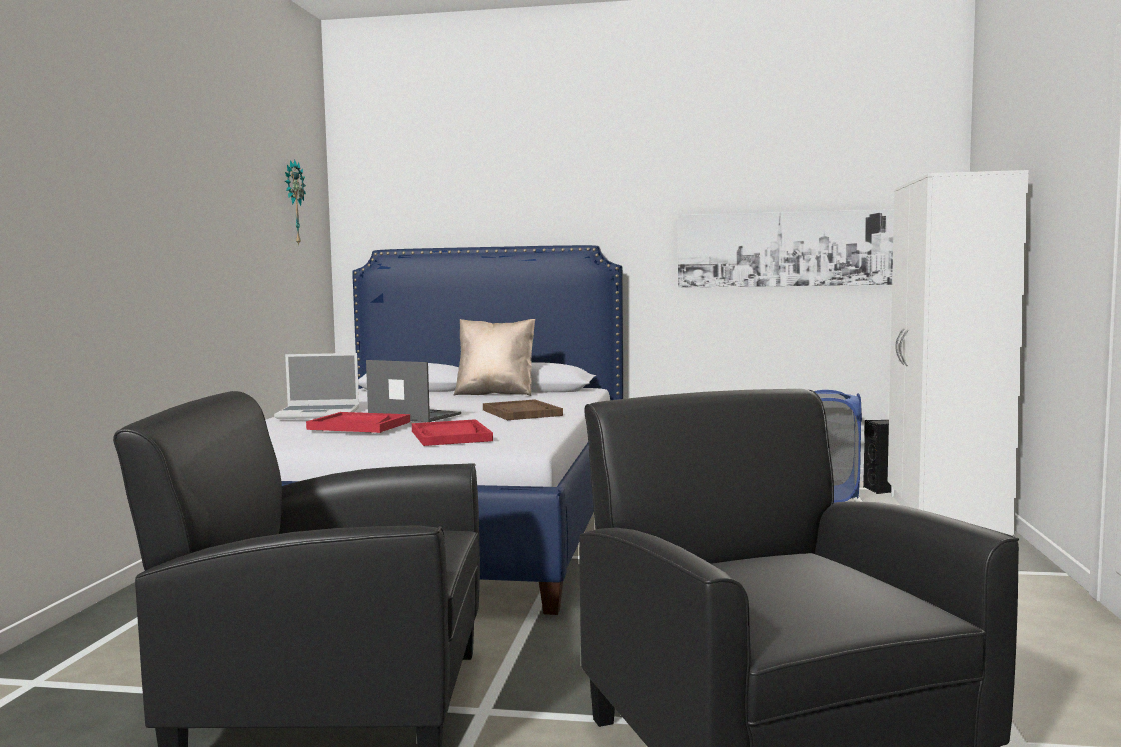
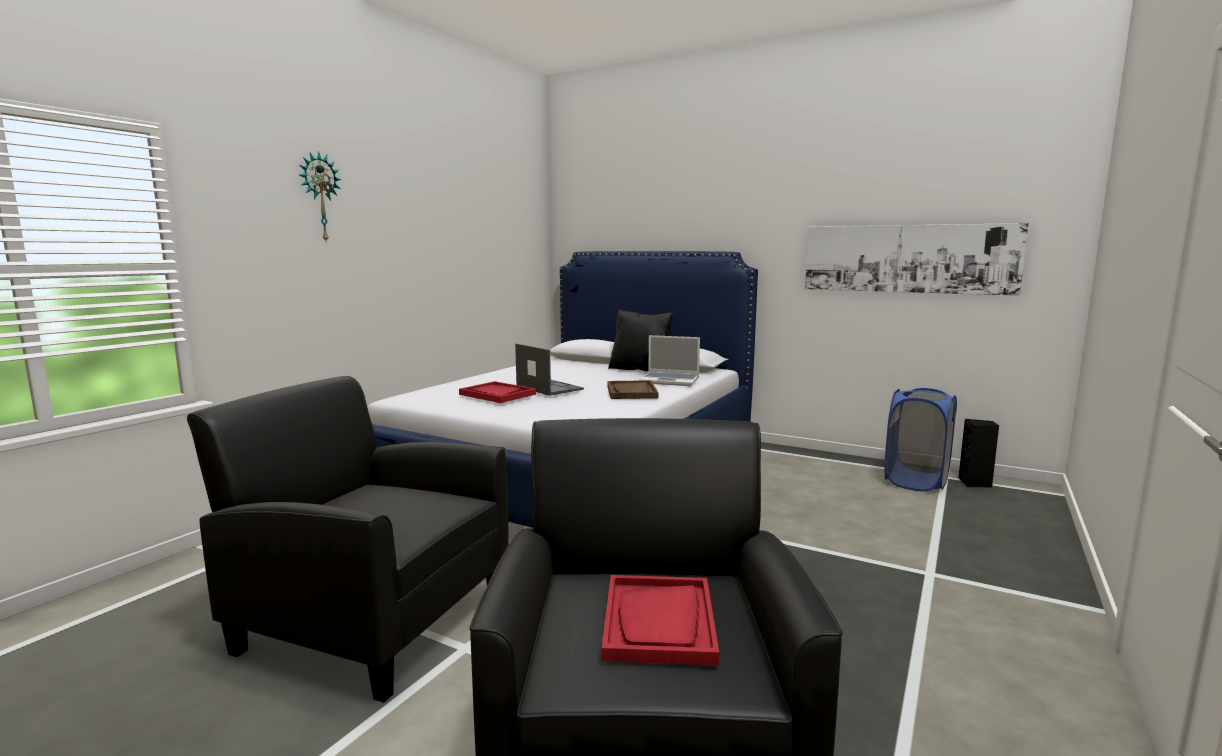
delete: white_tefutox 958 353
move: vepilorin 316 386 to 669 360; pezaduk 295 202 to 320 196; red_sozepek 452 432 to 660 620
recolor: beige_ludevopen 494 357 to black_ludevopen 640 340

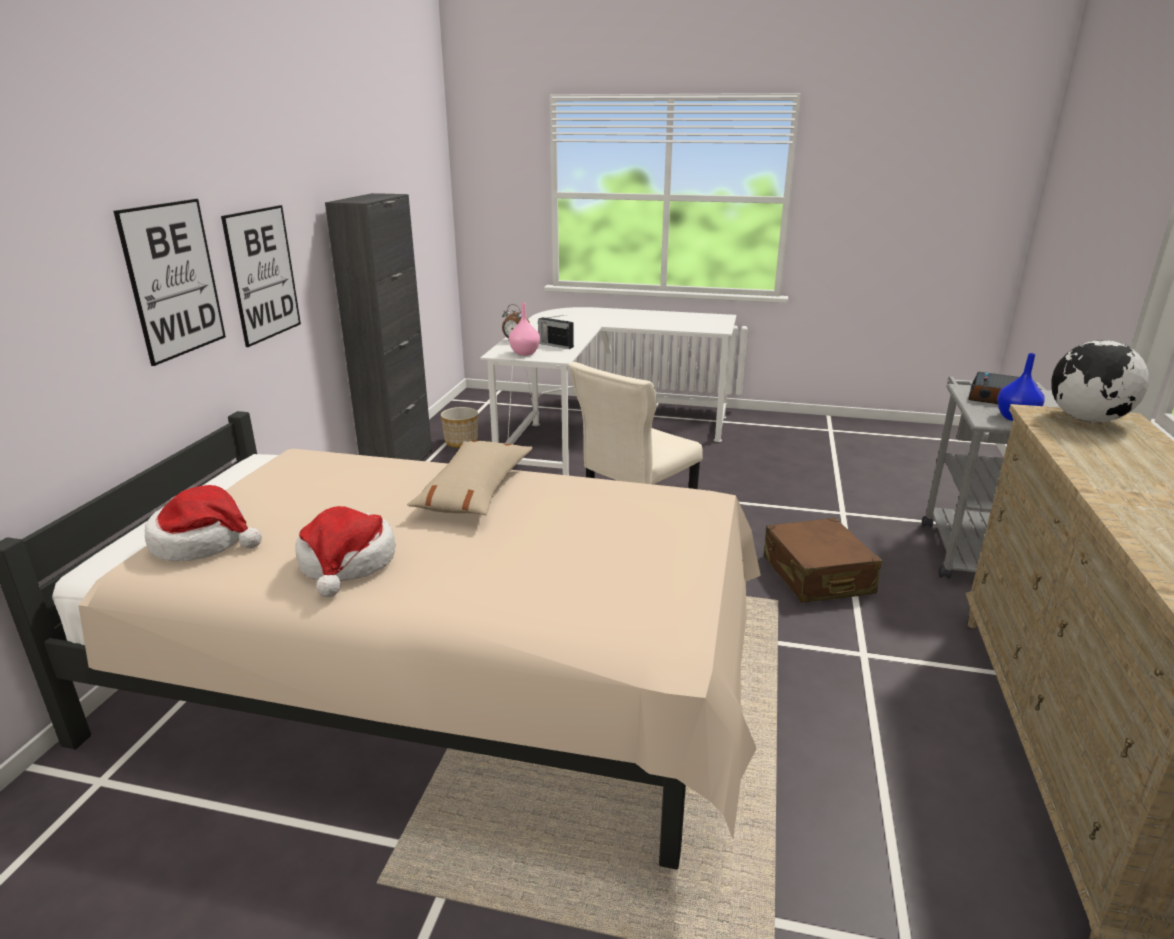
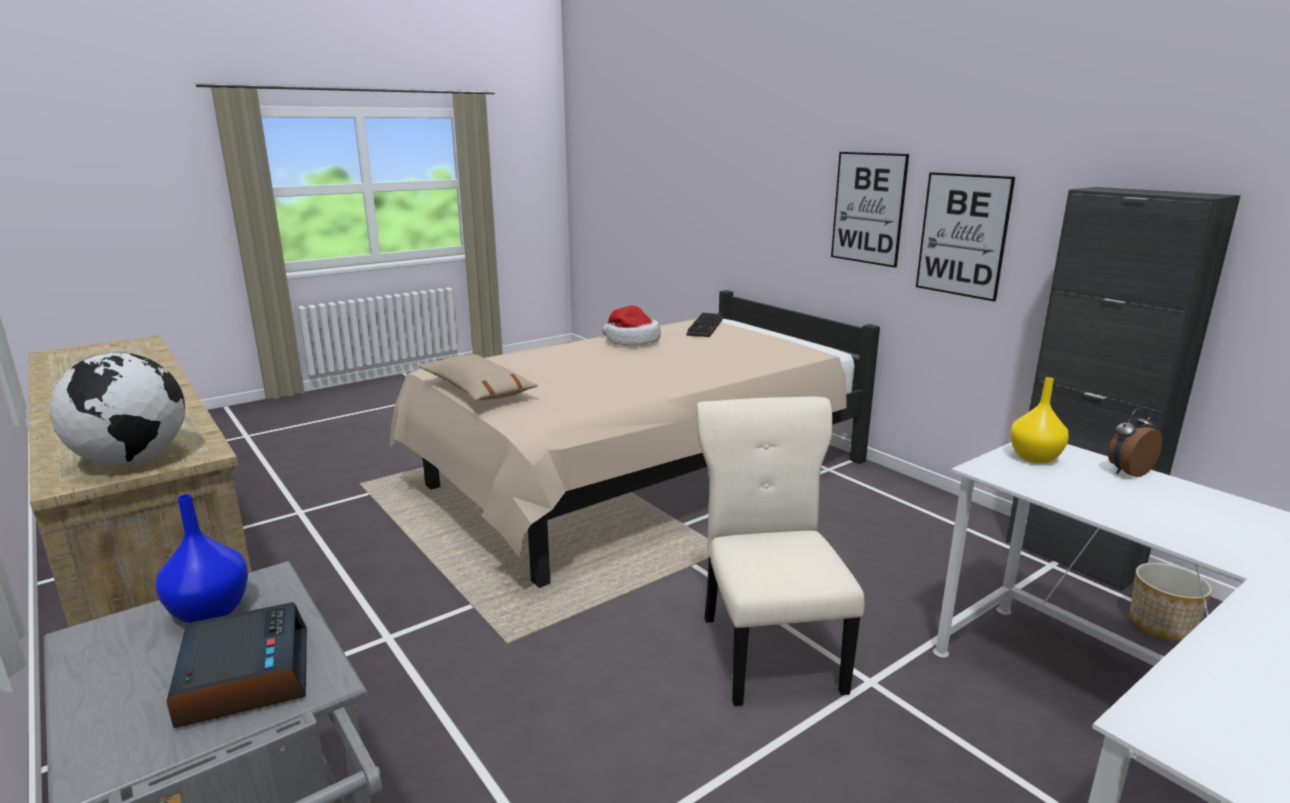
delete: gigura 556 332; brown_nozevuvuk 823 560
move: beige_ludevopen 470 478 to 478 377
replace: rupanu 203 523 to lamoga 704 324
recolor: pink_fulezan 524 329 to yellow_fulezan 1039 420

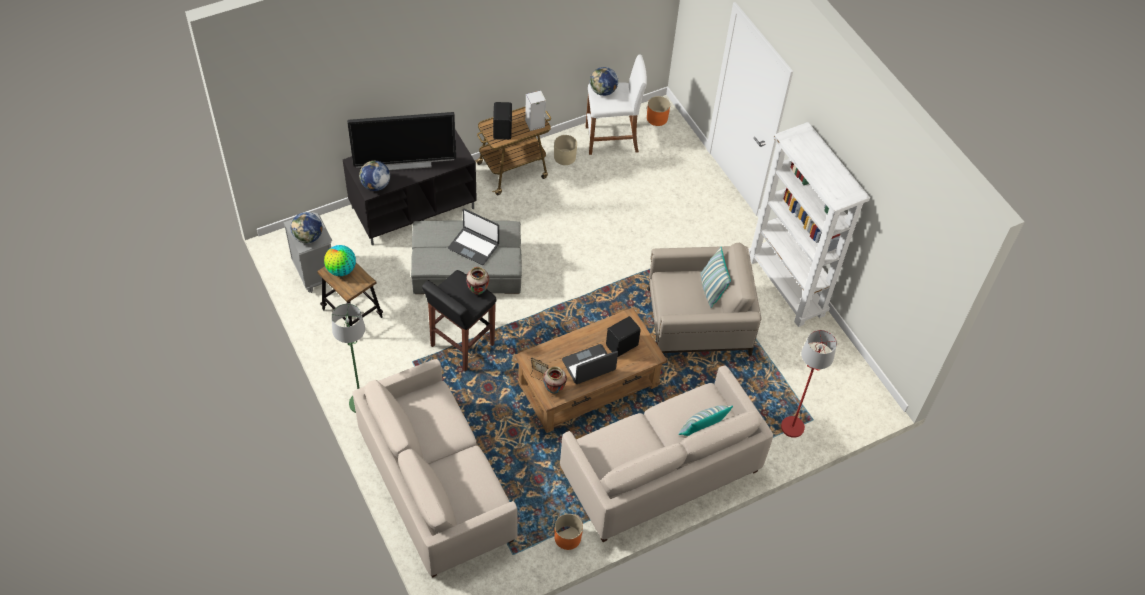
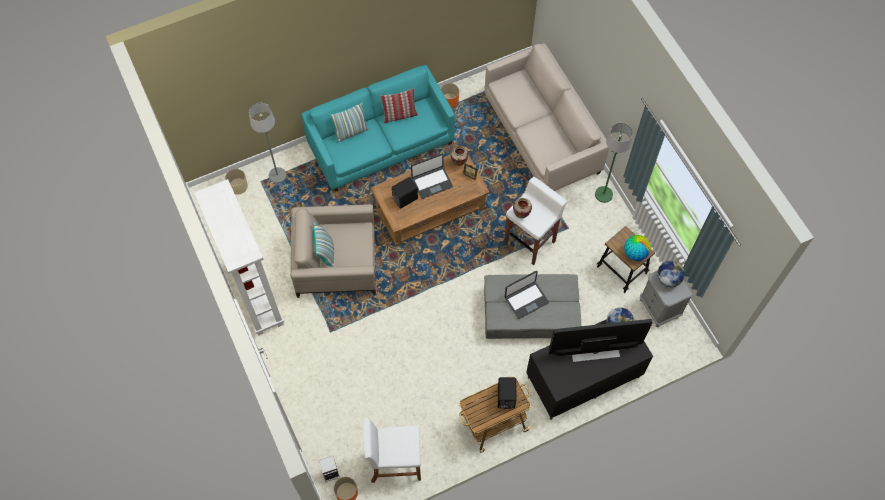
delete: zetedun 604 81
insert: ludevopen 399 105
move: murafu 535 110 to 329 469; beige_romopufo 565 150 to 236 182
recolor: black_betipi 459 320 to white_betipi 536 221; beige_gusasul 666 454 to turquoise_gusasul 378 128; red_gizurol 809 384 to grey_gizurol 267 143
rotate: vepilorin 473 237 = 527 295 120 degrees clockwise

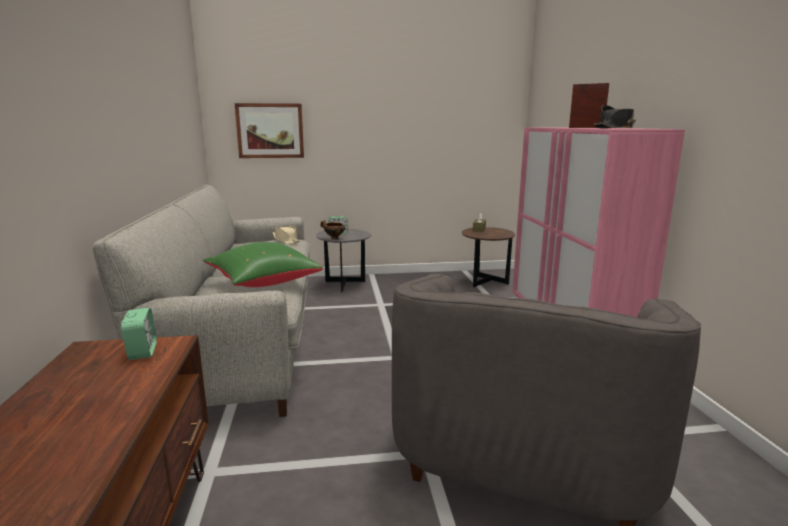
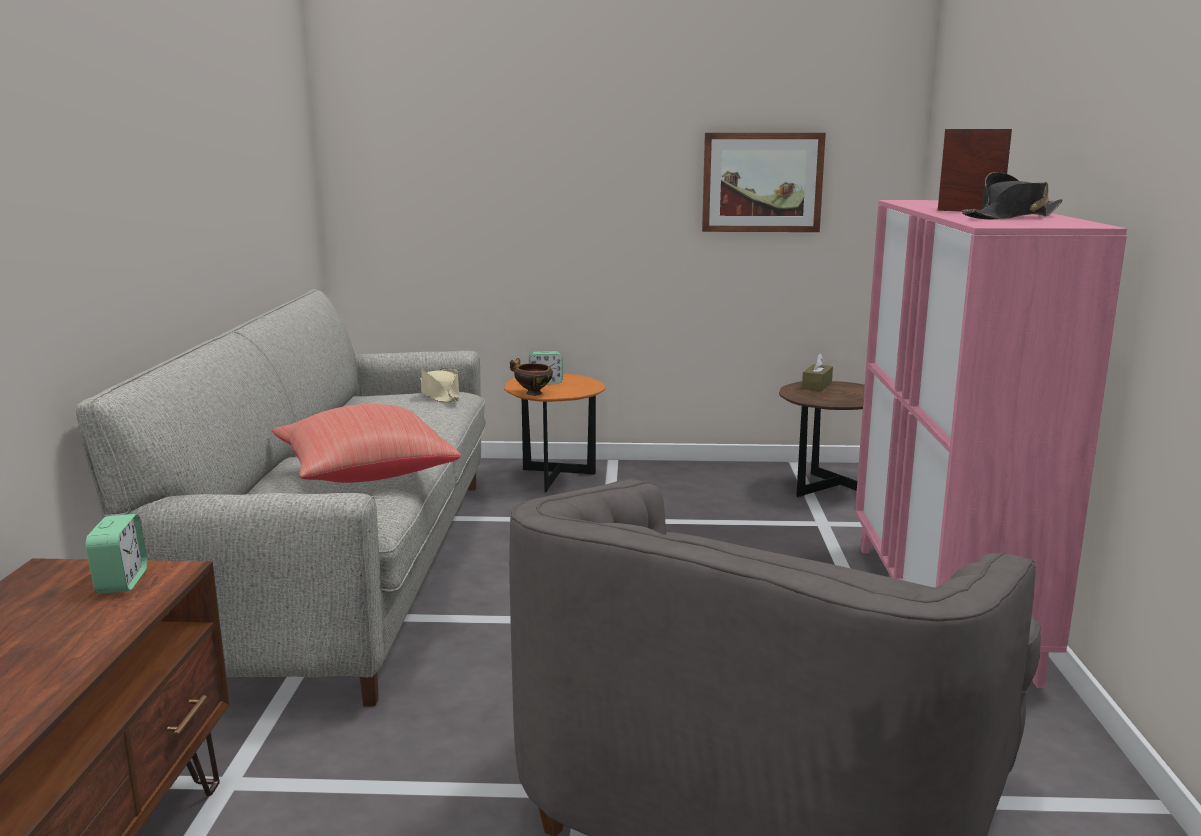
move: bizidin 269 130 to 764 182
recolor: green_ludevopen 263 264 to red_ludevopen 366 443; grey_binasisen 343 260 to orange_binasisen 554 433

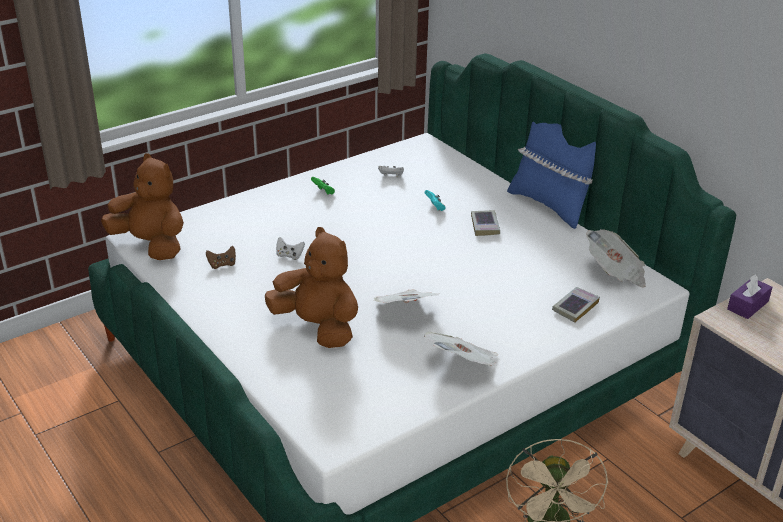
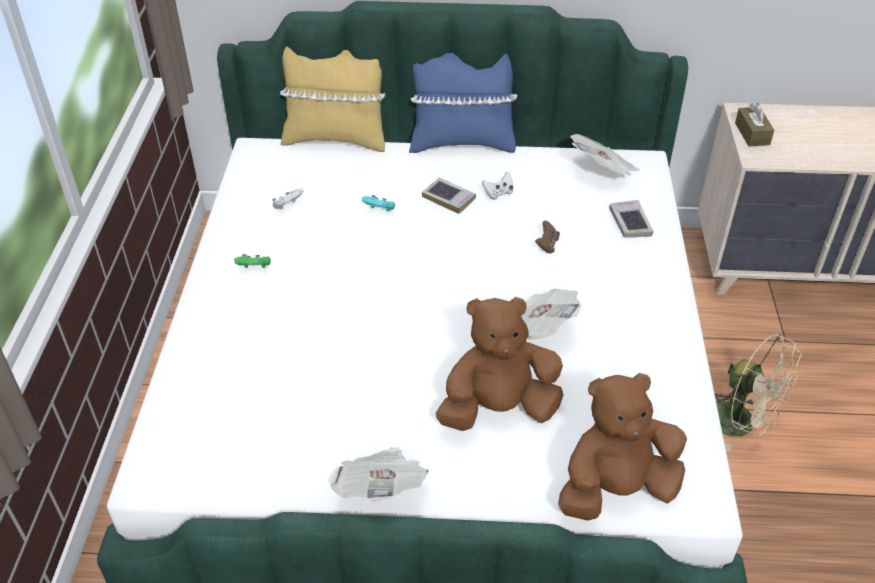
insert: yellow_ludevopen 333 99
move: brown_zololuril 142 206 to 622 447; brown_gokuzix 221 257 to 547 236; white_gokuzix 290 248 to 497 185; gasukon 461 349 to 380 474
recolor: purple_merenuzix 750 296 to brown_merenuzix 754 124

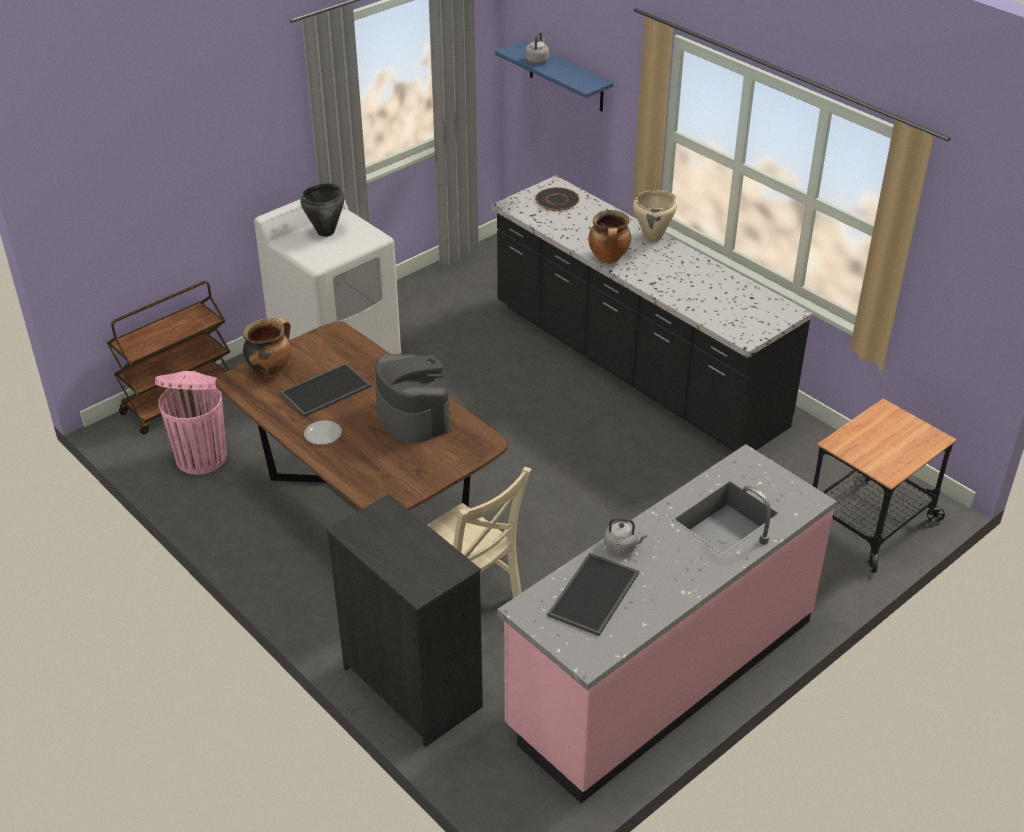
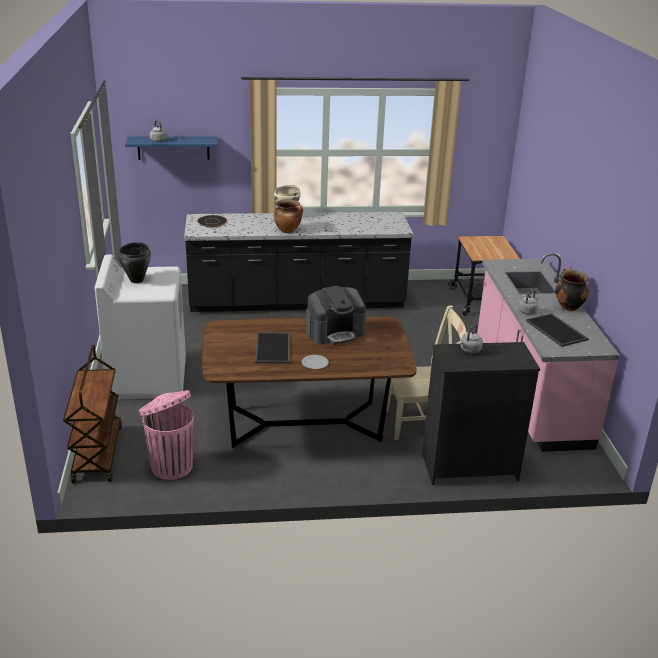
insert: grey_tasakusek 471 339
move: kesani 267 347 to 572 289
rotate: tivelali 413 398 = 336 315 150 degrees clockwise

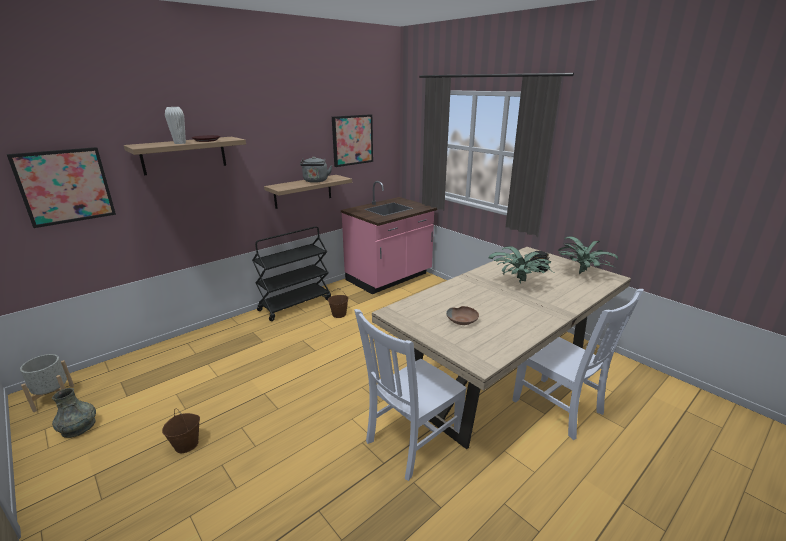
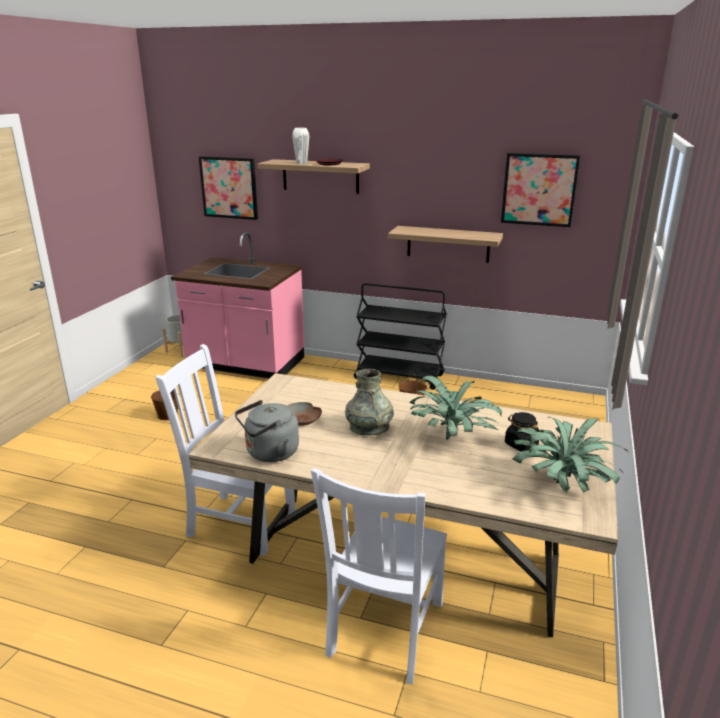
move: grey_fulezan 74 413 to 369 402; grey_tasakusek 316 170 to 267 431; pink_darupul 389 237 to 237 305

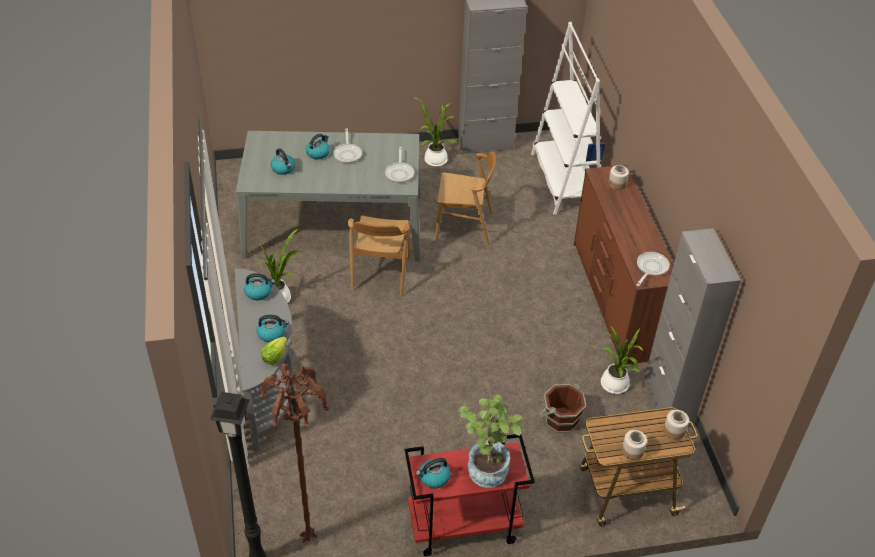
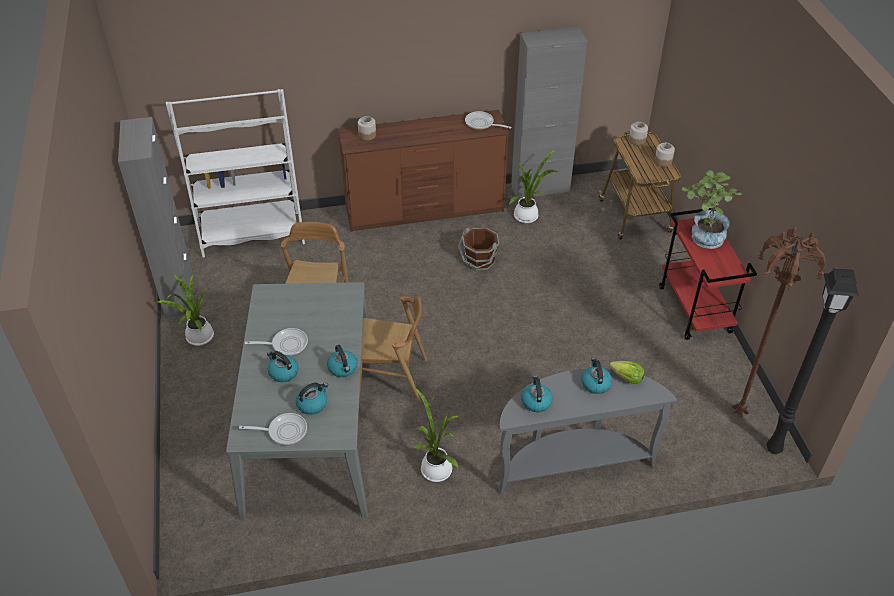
move: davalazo 399 165 to 273 429; tasakusek 433 473 to 342 361; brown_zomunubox 563 408 to 478 249

